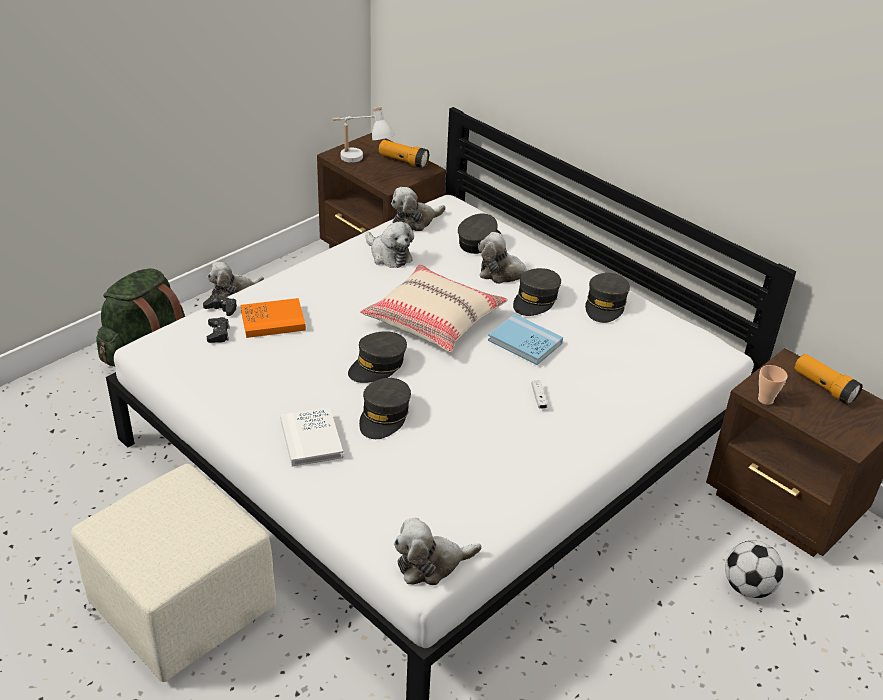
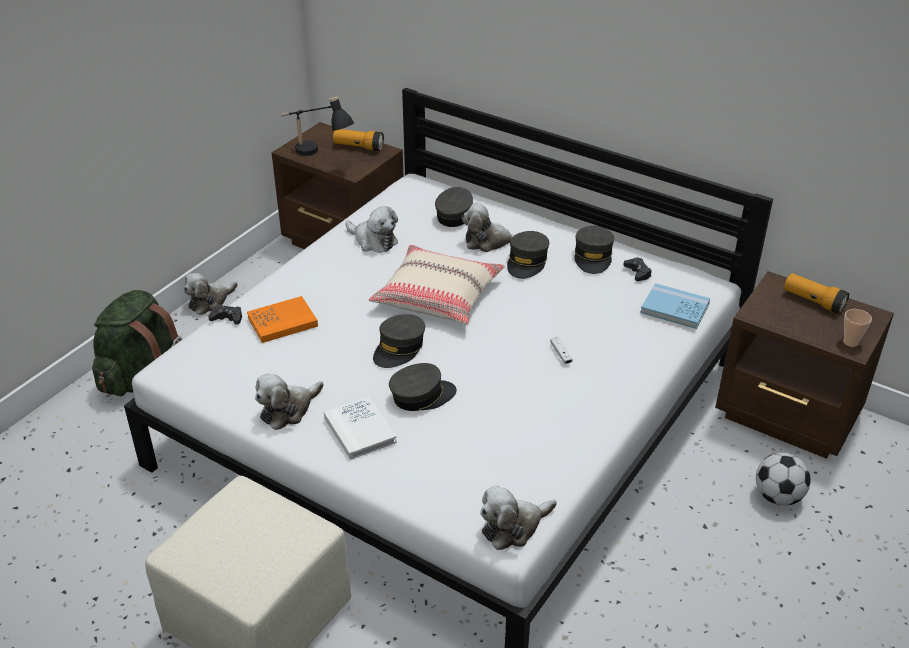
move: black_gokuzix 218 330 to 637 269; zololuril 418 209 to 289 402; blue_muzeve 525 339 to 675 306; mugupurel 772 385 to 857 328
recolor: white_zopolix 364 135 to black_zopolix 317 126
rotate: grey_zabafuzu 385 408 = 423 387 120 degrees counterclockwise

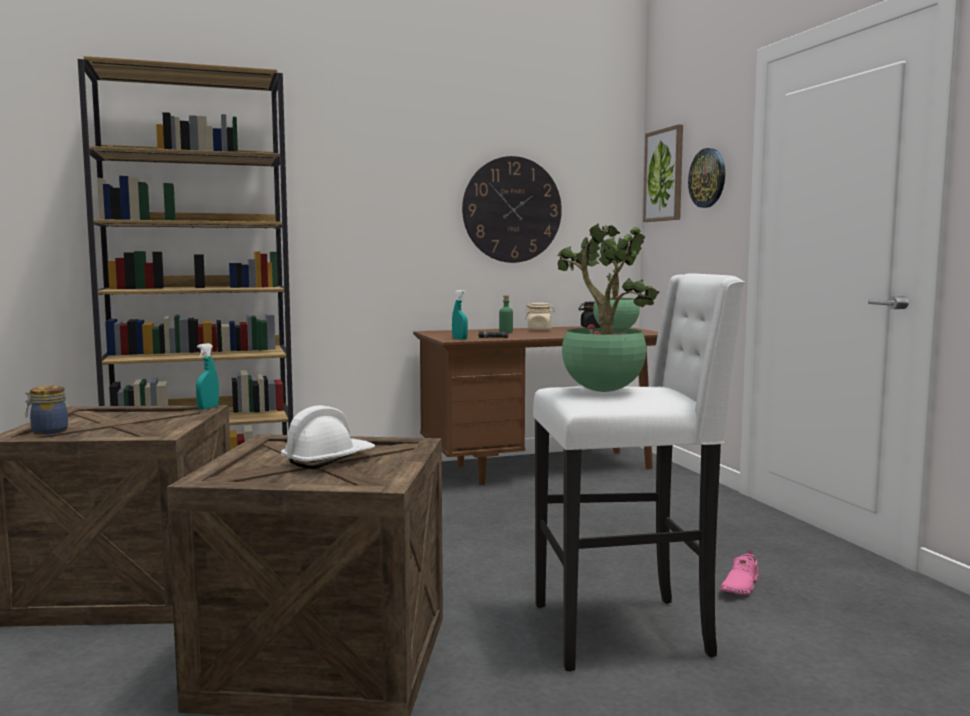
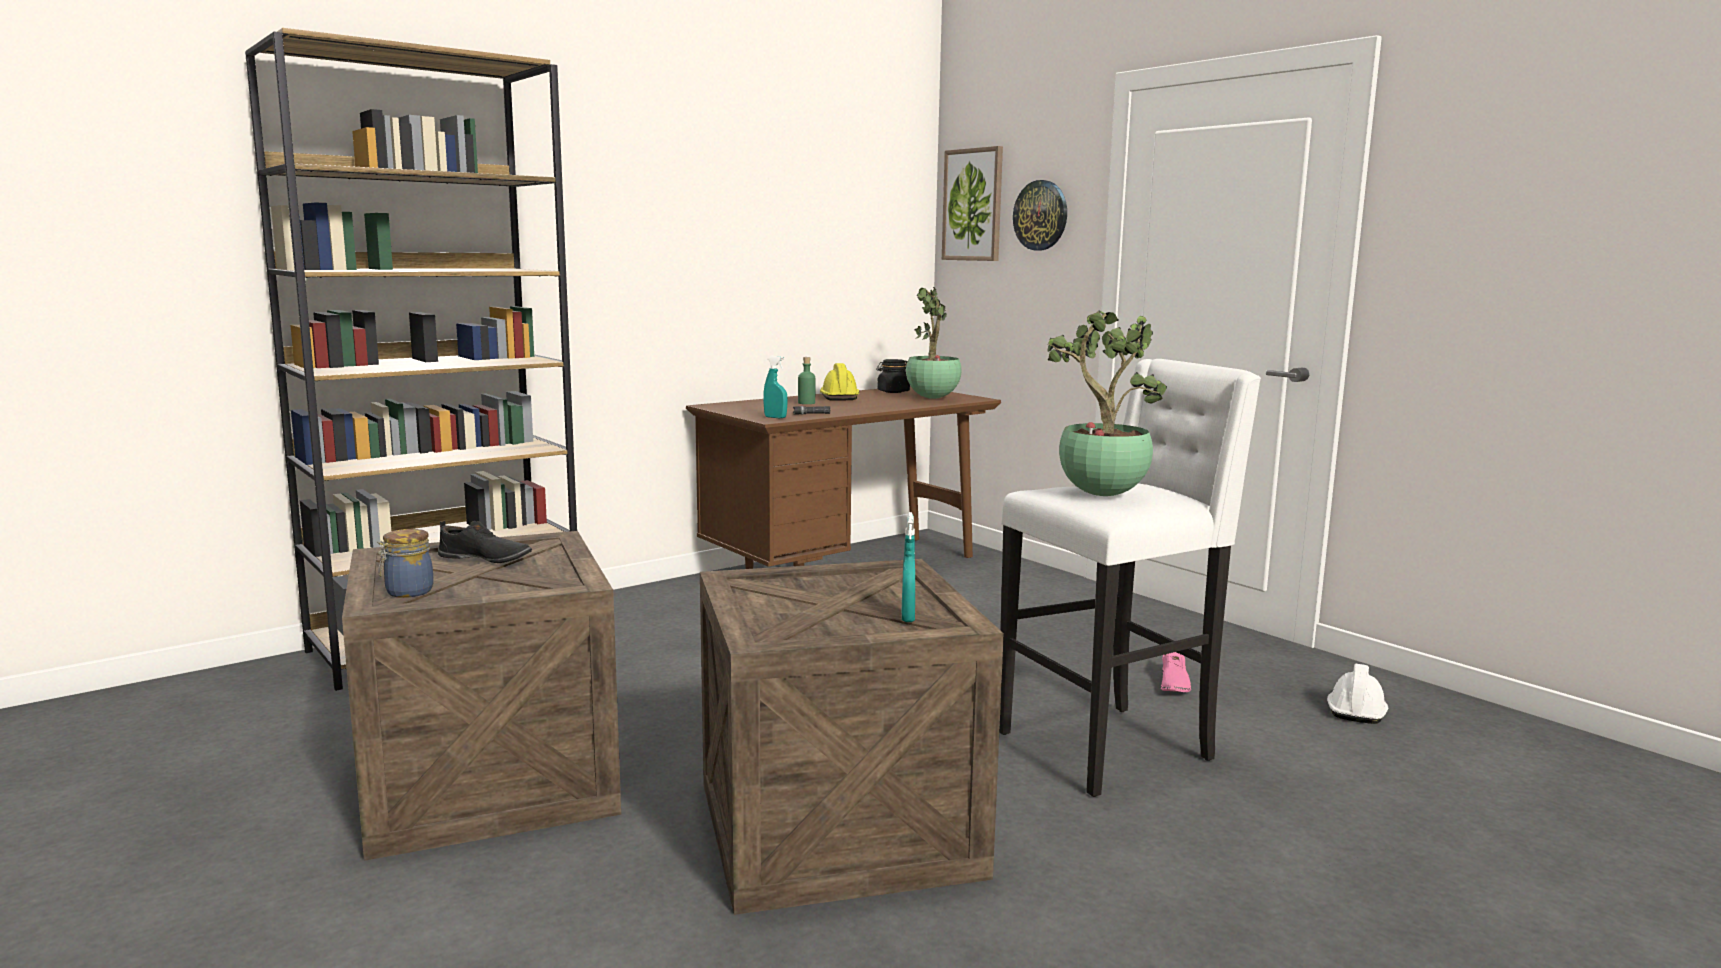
delete: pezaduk 512 209
insert: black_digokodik 485 541
move: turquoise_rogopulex 207 376 to 908 567; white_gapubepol 328 437 to 1357 694
replace: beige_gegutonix 540 317 to yellow_gapubepol 839 382

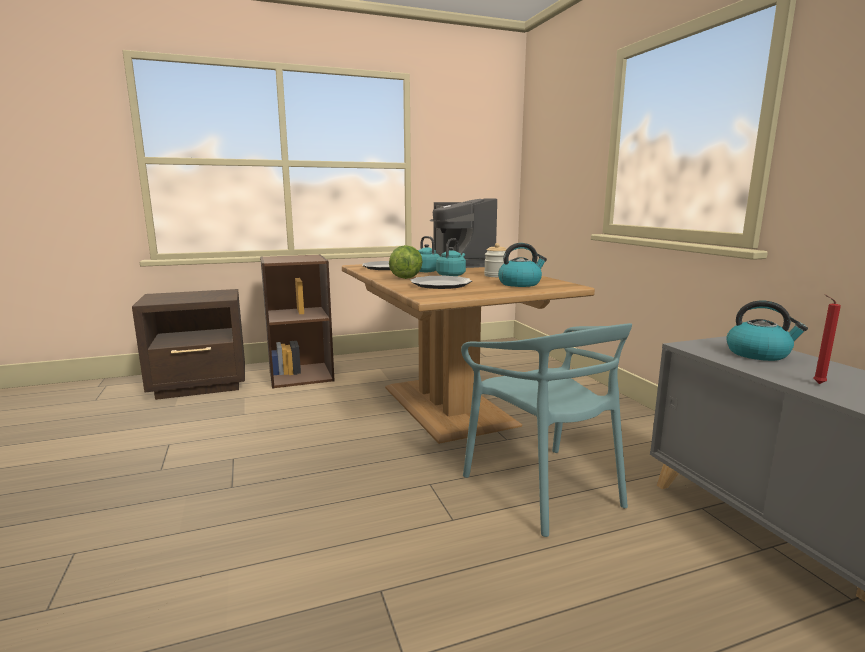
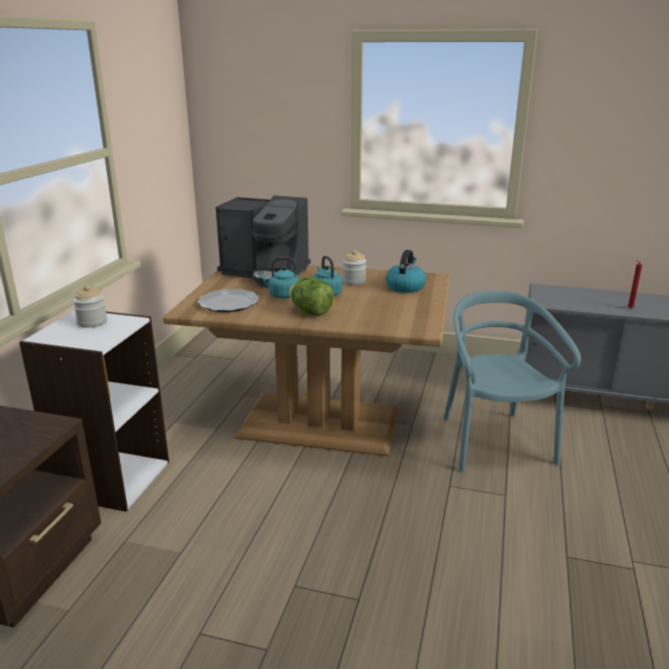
delete: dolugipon 441 282; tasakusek 767 330
insert: gegutonix 90 306
recolor: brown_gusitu 297 321 to white_gusitu 94 411
rotate: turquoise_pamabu 546 430 = 512 381 105 degrees counterclockwise

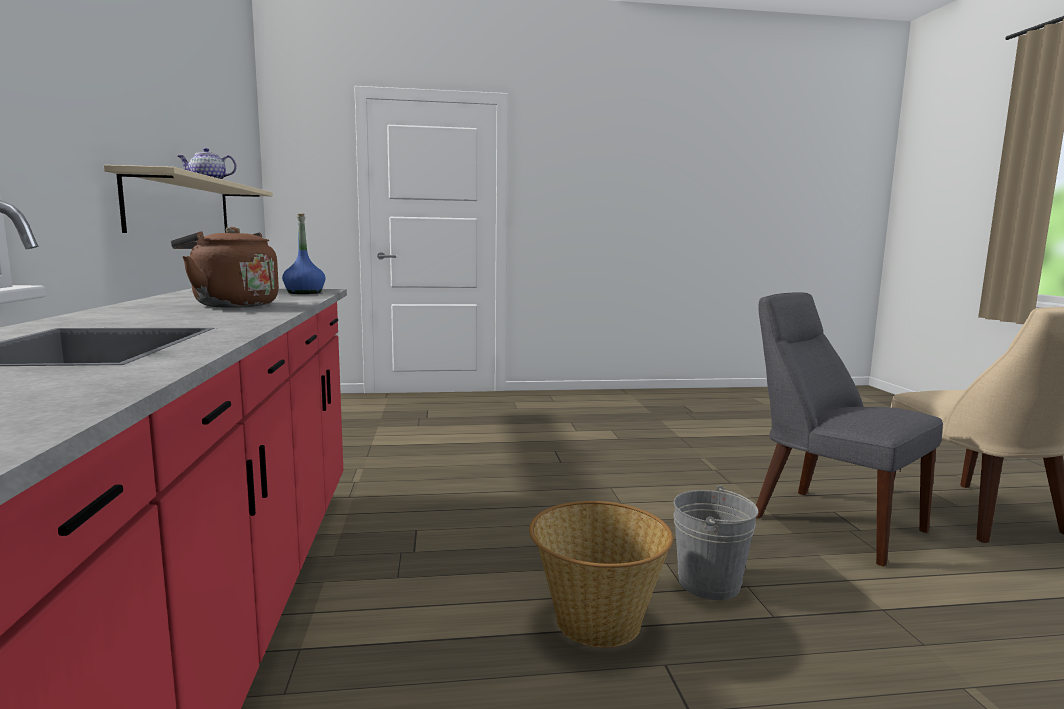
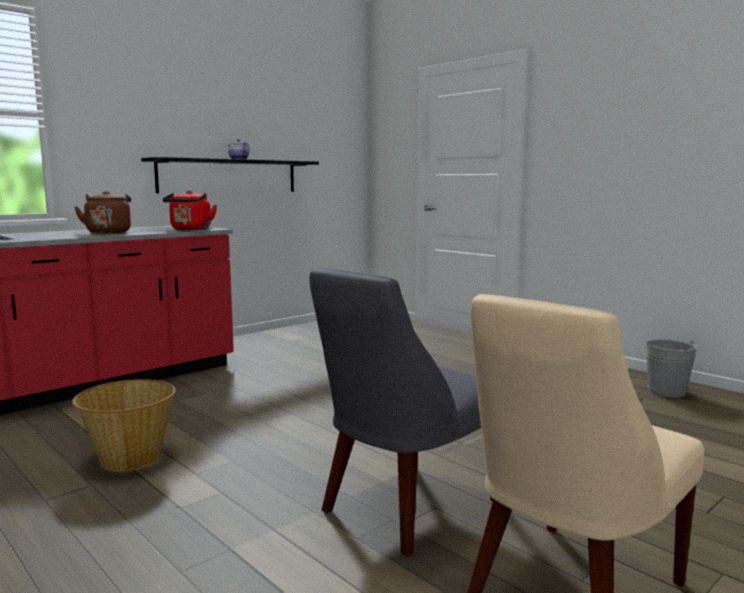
move: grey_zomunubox 715 542 to 671 368
replace: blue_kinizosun 304 253 to red_tasakusek 189 210
recolor: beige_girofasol 188 199 to black_girofasol 230 175
rotate: grey_pamabu 849 429 = 401 412 150 degrees counterclockwise

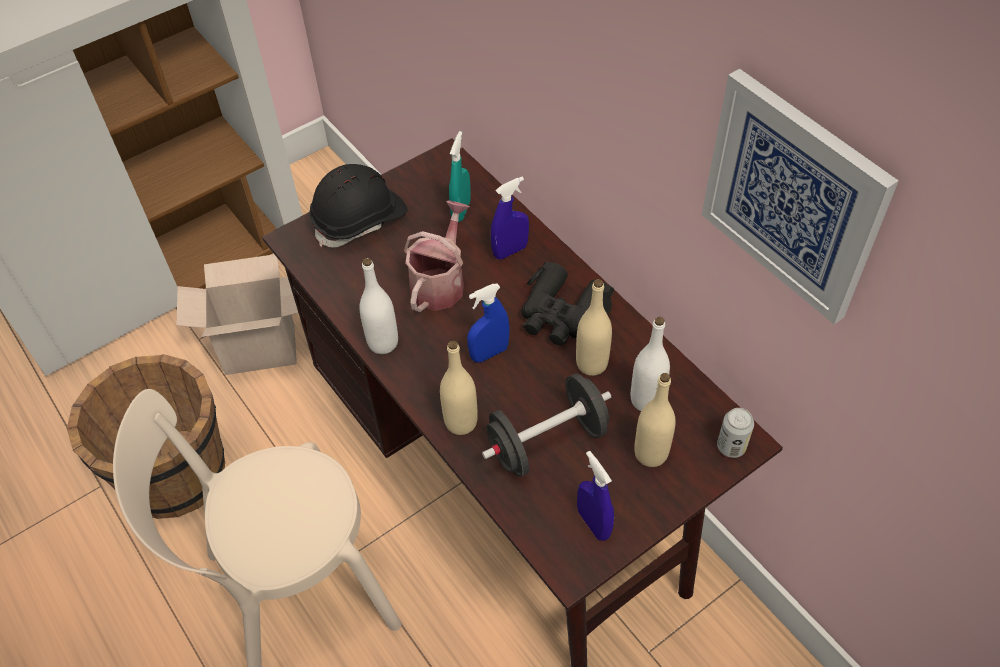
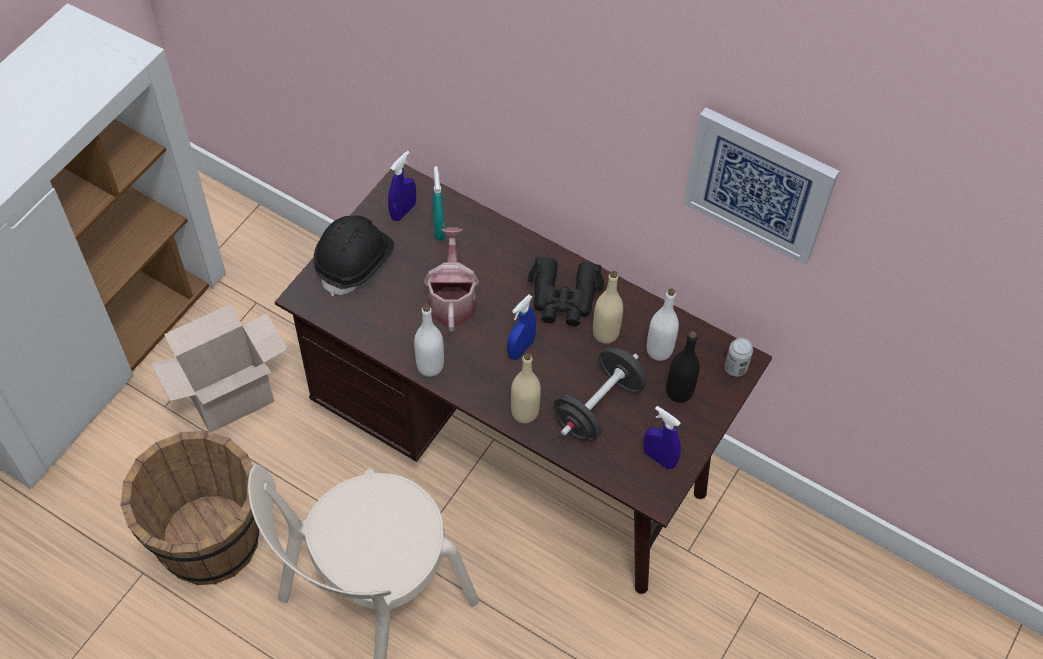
move: blue_rogopulex 510 218 to 402 186
recolor: beige_kinizosun 655 420 to black_kinizosun 683 367

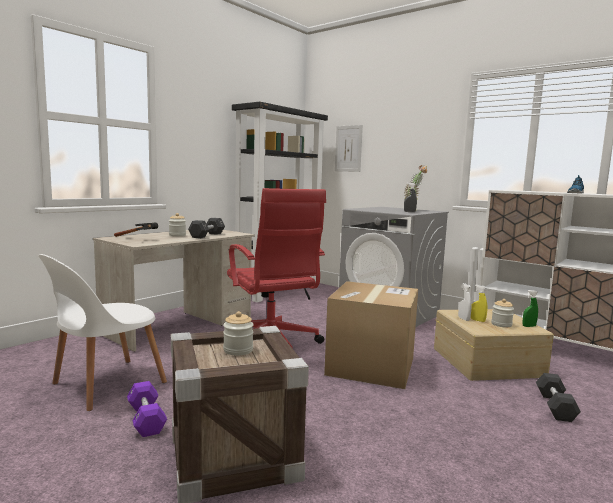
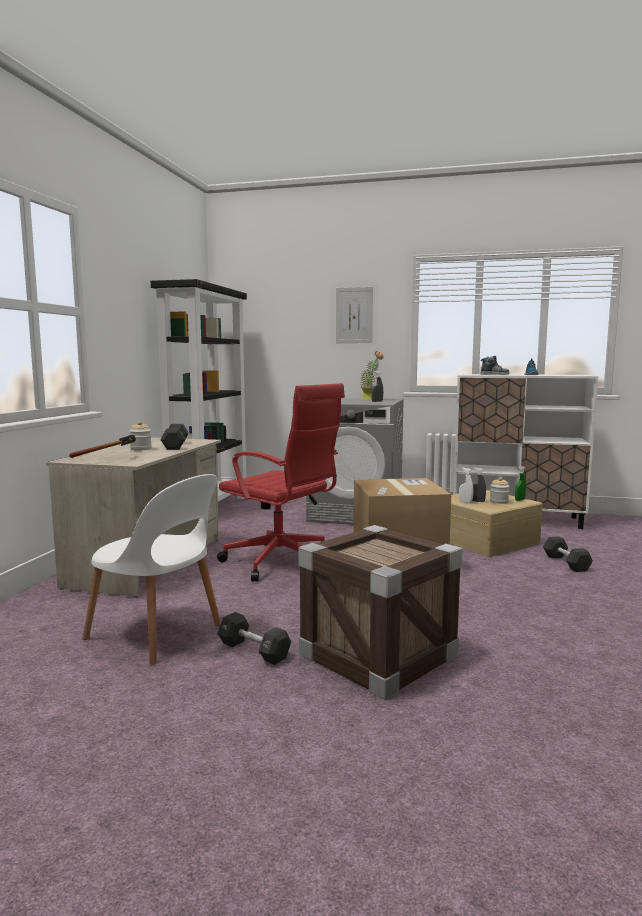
delete: gegutonix 238 333
insert: digokodik 495 365
move: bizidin 349 148 to 354 315
recolor: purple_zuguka 147 409 to black_zuguka 254 638; yellow_rogopulex 479 303 to grey_rogopulex 479 484
rotate: white_pamabu 102 332 = 151 569 75 degrees counterclockwise

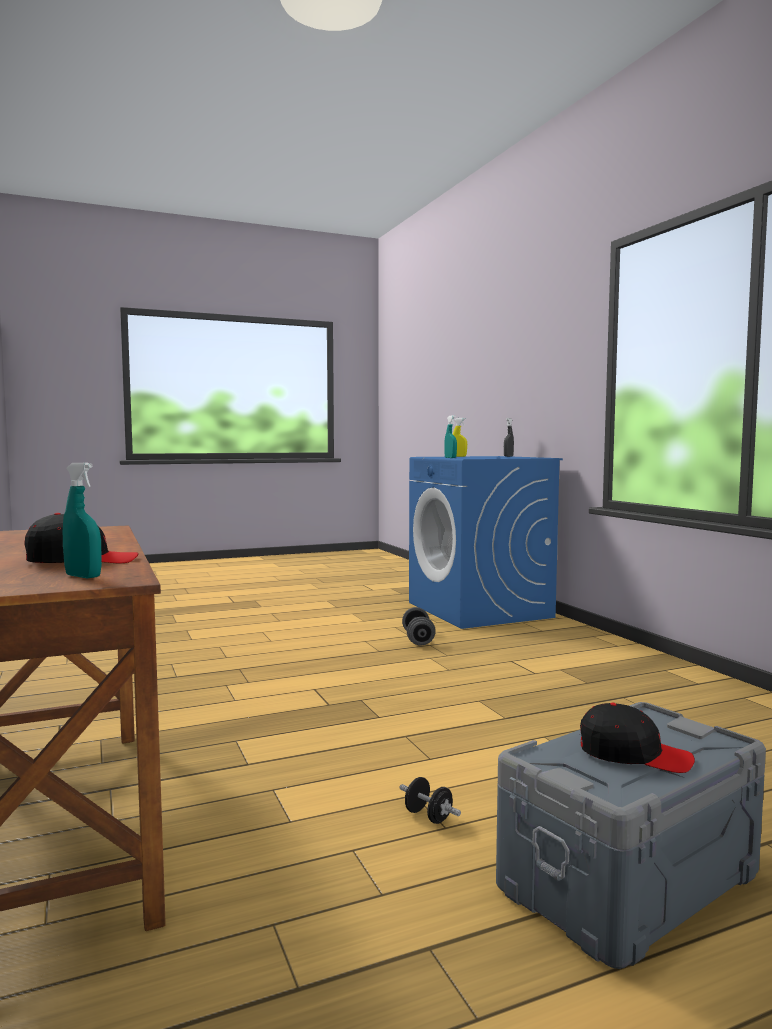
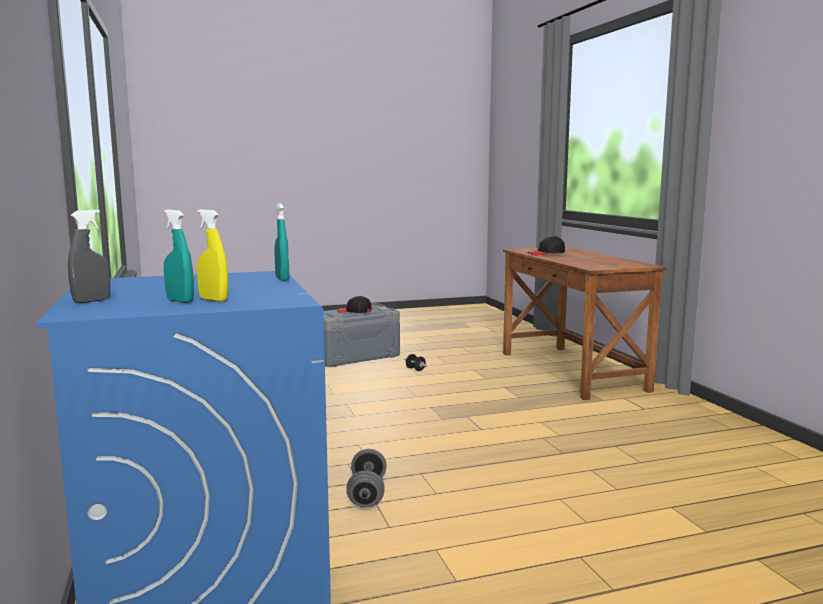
move: turquoise_rogopulex 82 520 to 179 256

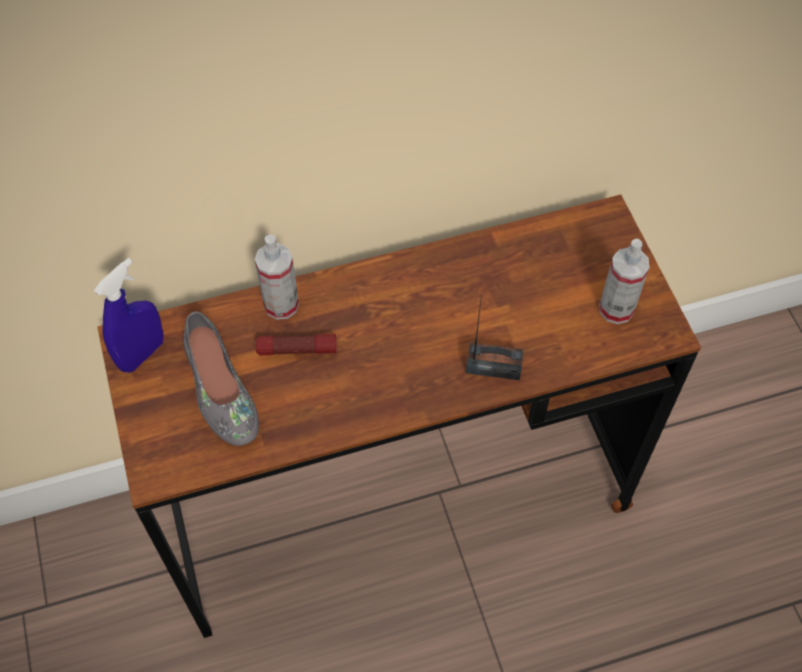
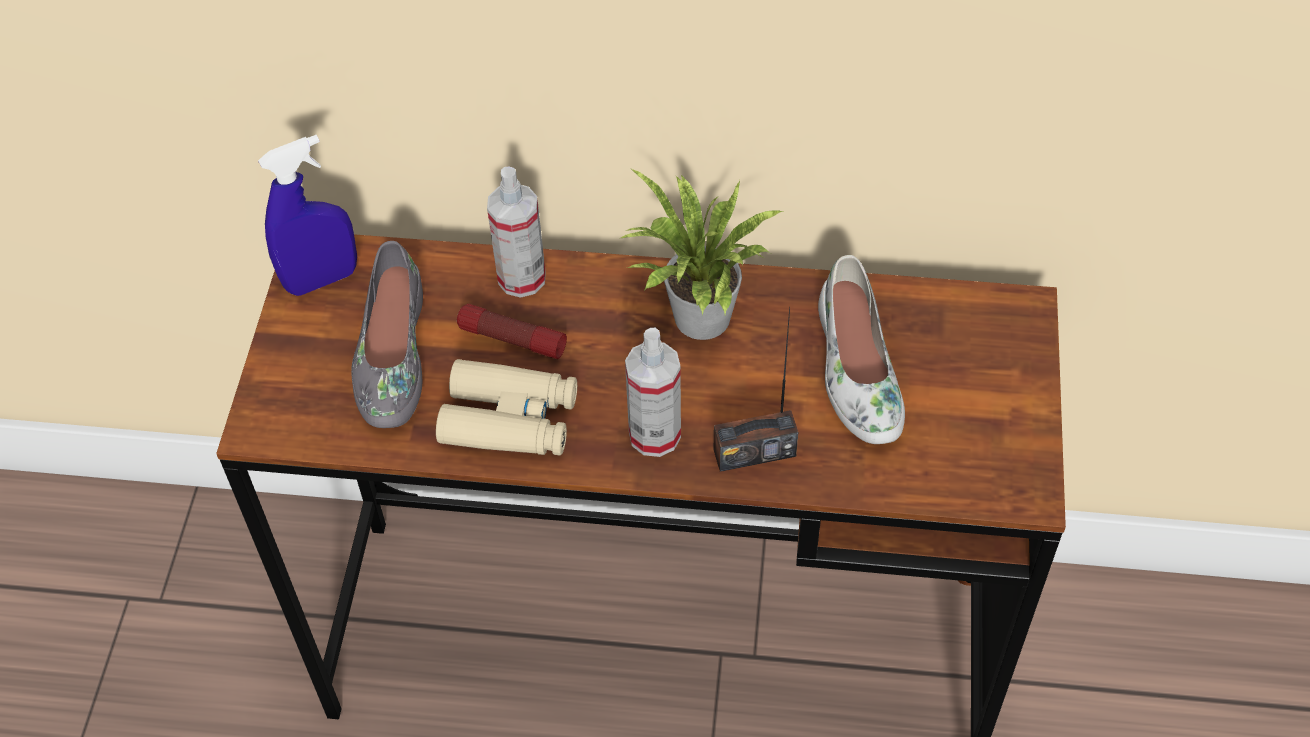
insert: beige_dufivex 506 407; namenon 702 254; white_digokodik 861 349
move: rogopulex 624 281 to 653 392
rotate: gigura 495 337 = 755 389 135 degrees clockwise

